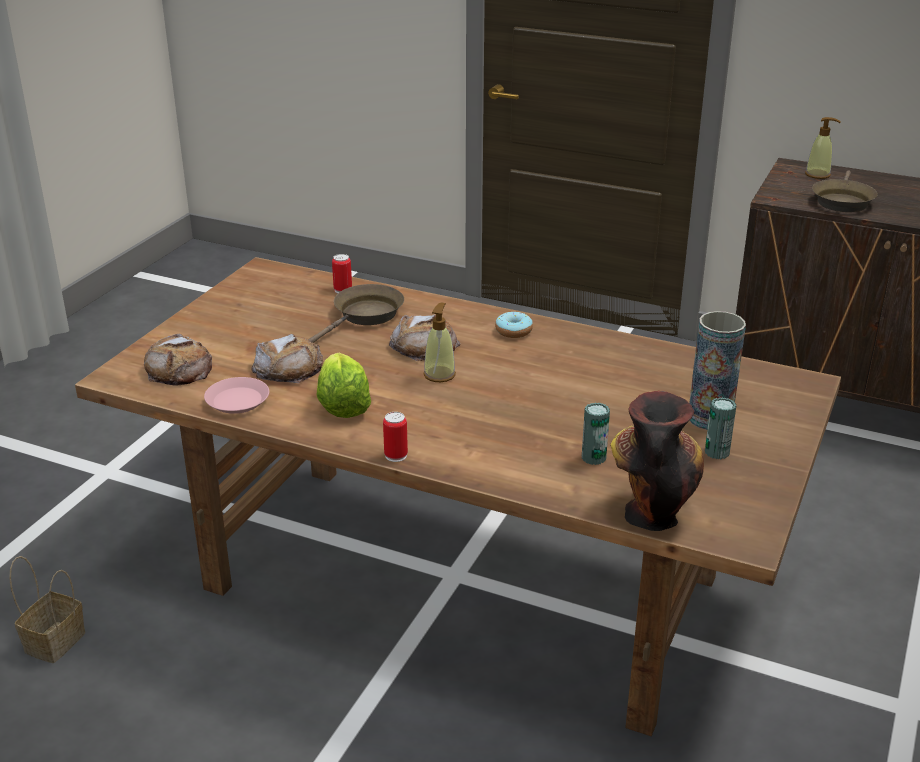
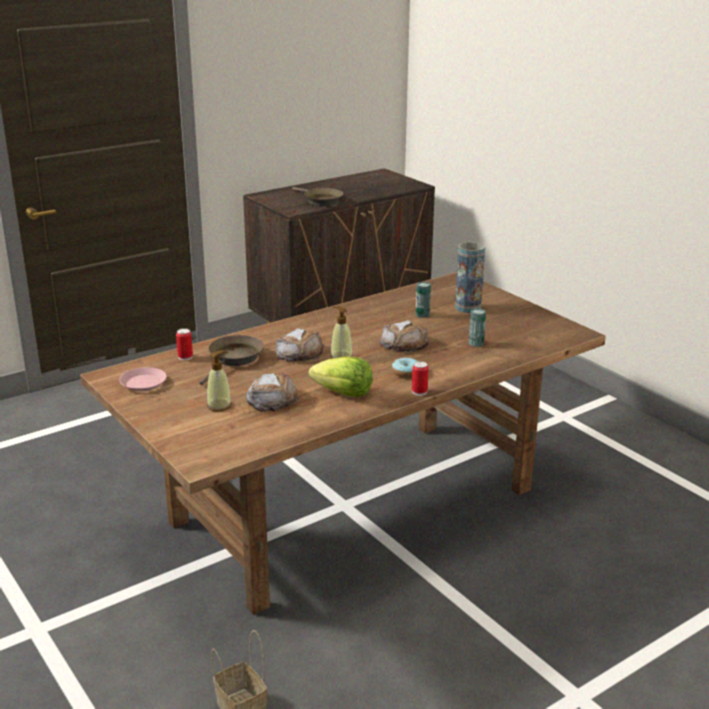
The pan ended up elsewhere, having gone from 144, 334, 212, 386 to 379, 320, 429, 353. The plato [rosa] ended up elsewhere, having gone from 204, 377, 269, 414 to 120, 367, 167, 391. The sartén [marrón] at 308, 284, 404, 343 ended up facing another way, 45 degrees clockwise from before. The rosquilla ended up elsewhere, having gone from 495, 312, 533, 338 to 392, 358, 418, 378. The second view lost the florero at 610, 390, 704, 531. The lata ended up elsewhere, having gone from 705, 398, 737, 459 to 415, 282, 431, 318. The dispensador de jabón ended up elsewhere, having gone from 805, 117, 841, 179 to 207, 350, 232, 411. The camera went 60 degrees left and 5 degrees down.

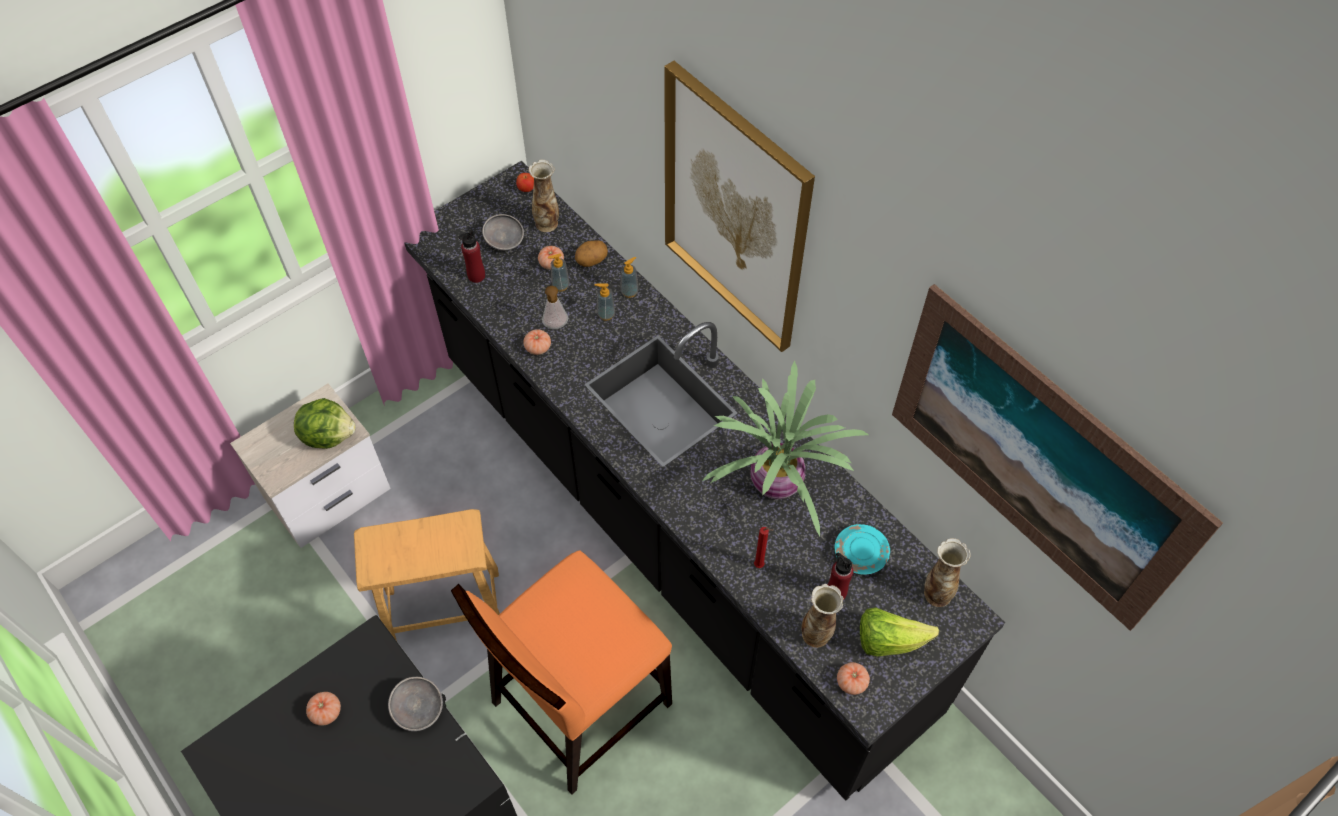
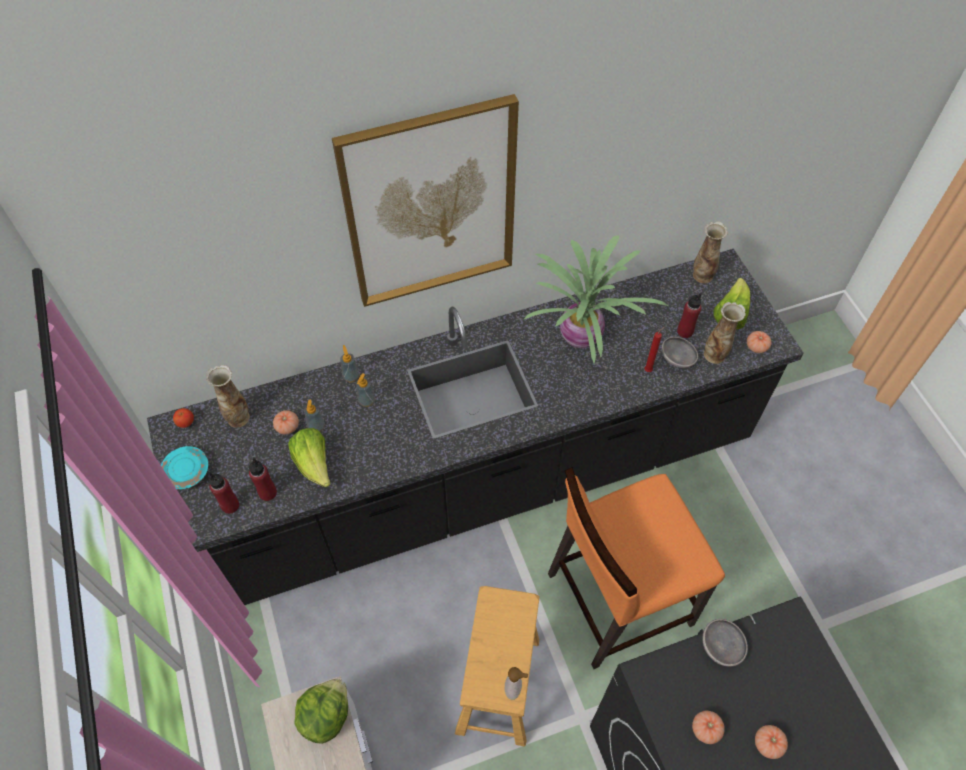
The silla [naranja] at 451, 550, 672, 795 ended up facing another way, 90 degrees clockwise from before. The cuenco [gris] ended up elsewhere, having gone from 482, 214, 524, 251 to 661, 337, 698, 368. The tomate ended up elsewhere, having gone from 523, 329, 551, 355 to 755, 725, 788, 759. The dispensador de jabón ended up elsewhere, having gone from 542, 286, 568, 329 to 505, 667, 528, 700. The second view lost the patata at 575, 240, 608, 267. The plato [turquesa] ended up elsewhere, having gone from 834, 524, 890, 575 to 161, 446, 208, 490. The second view lost the cuadro at 892, 284, 1223, 631. The second view gained the botella [rojo] at 209, 472, 239, 514. The second view gained the lechuga at 288, 428, 330, 487. The camera went 70 degrees left and 0 degrees up.

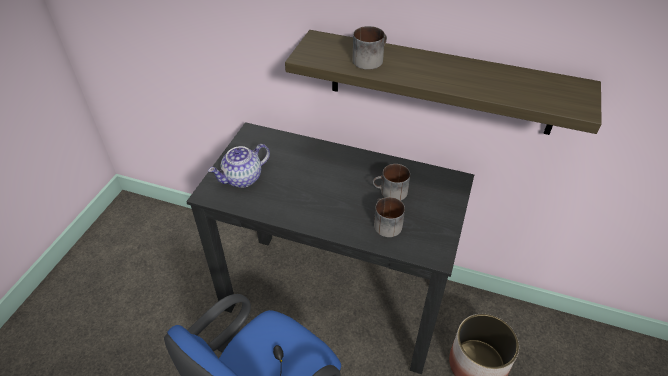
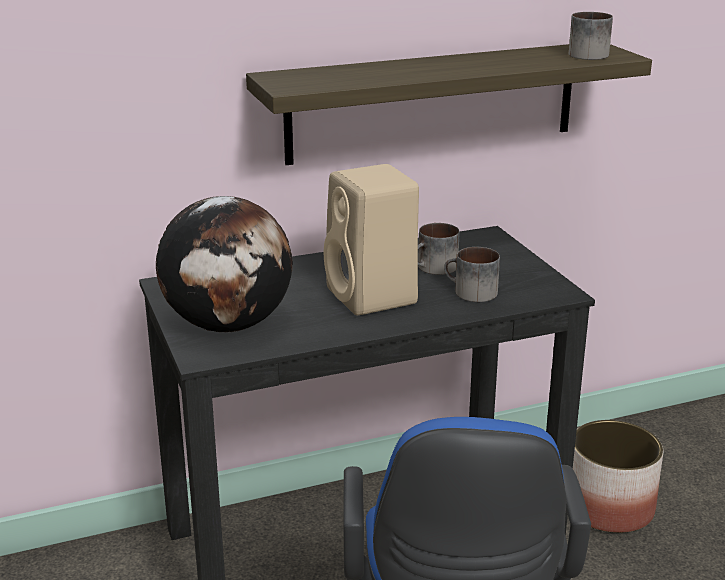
Where the tetera stood at 208, 144, 270, 188, the globo terráqueo came to stand at 156, 196, 293, 332. The taza grande ended up elsewhere, having gone from 352, 26, 387, 70 to 569, 12, 613, 60. The second view gained the altavoz [beis] at 324, 164, 419, 315. The camera went 40 degrees left and 20 degrees down.

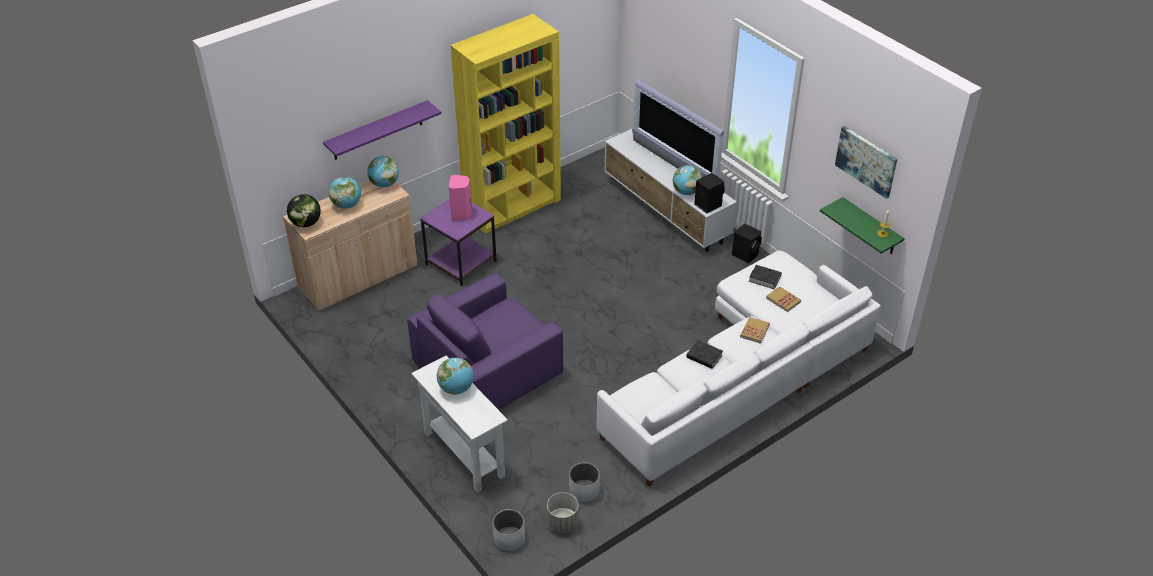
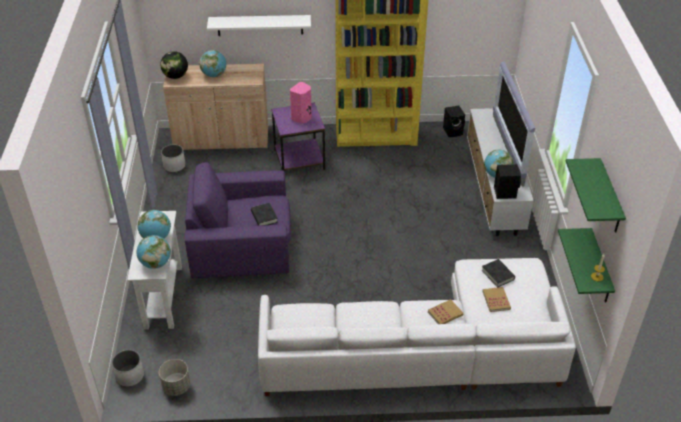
What was the estante [morado] at 323, 100, 442, 160 turned into the estante [blanco] at 207, 15, 311, 36. The globo terráqueo ended up elsewhere, having gone from 367, 156, 399, 187 to 136, 235, 171, 269. The maceta [blanco] ended up elsewhere, having gone from 569, 463, 600, 503 to 161, 144, 186, 172. The libro [negro] ended up elsewhere, having gone from 686, 340, 723, 369 to 251, 203, 278, 226. The altavoz [negro] ended up elsewhere, having gone from 732, 223, 762, 263 to 443, 105, 465, 137. Where the cuadro hung at 835, 126, 897, 199, the estante [verde] came to hang at 566, 158, 626, 233. The camera went 35 degrees right and 0 degrees up.

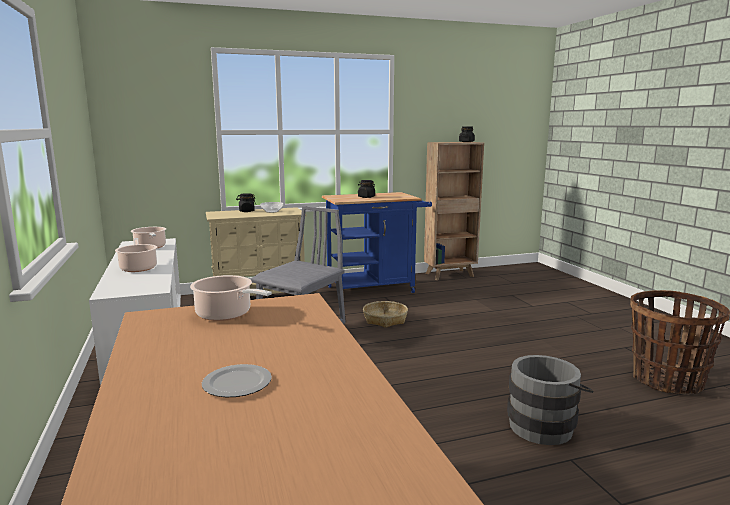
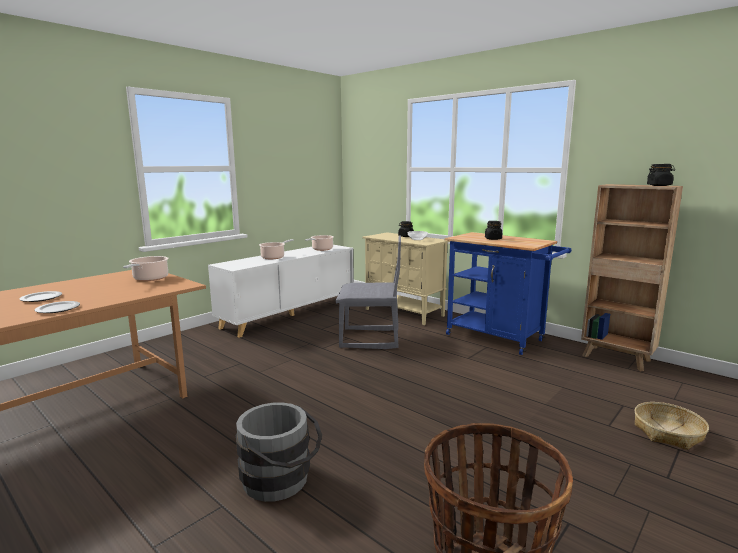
The cesta ended up elsewhere, having gone from 363, 301, 408, 328 to 634, 402, 709, 450. The second view gained the plato at 35, 301, 80, 313. The camera went 60 degrees right and 0 degrees up.

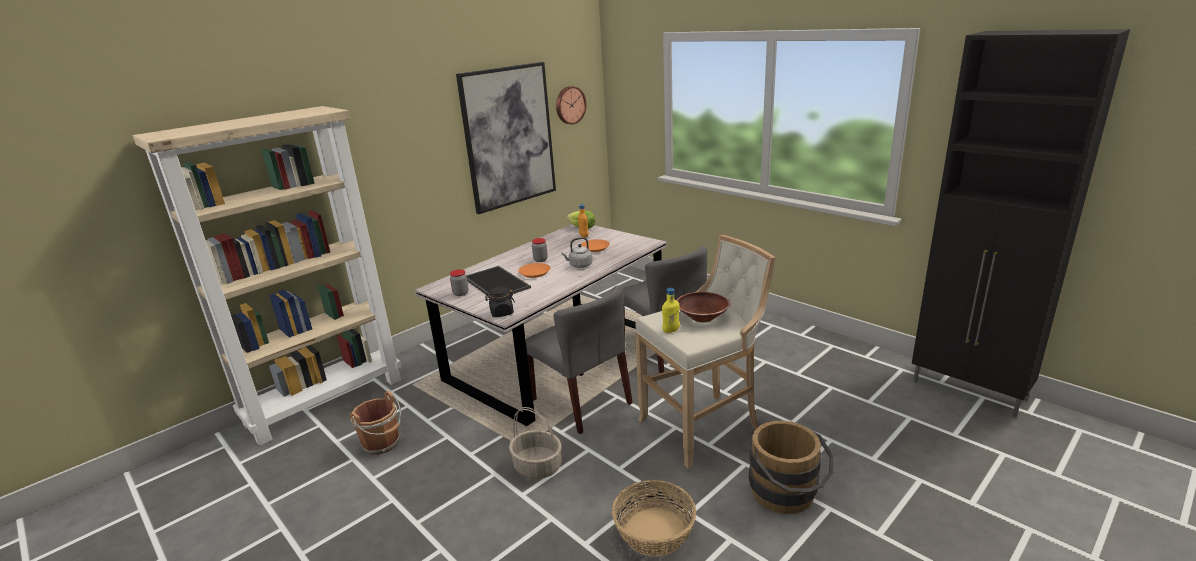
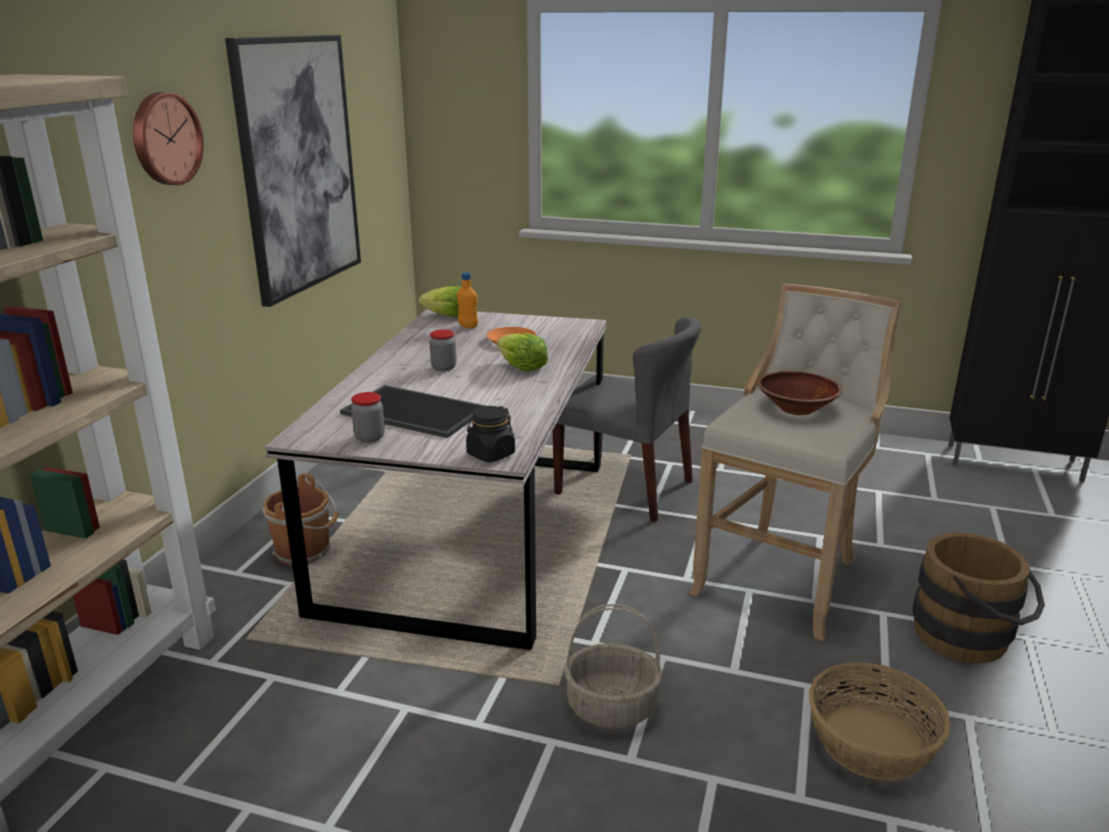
The cubo [marrón] ended up elsewhere, having gone from 350, 391, 401, 455 to 263, 473, 339, 565. The second view lost the plato [naranja] at 518, 263, 550, 278. The second view lost the silla [gris] at 526, 286, 633, 434. The reloj de pared ended up elsewhere, having gone from 556, 86, 586, 124 to 133, 92, 204, 185. Where the hervidor [gris] stood at 561, 237, 593, 268, the lechuga came to stand at 497, 333, 548, 372. The second view lost the botella [amarillo] at 662, 288, 680, 333. The camera went 30 degrees left and 0 degrees up.

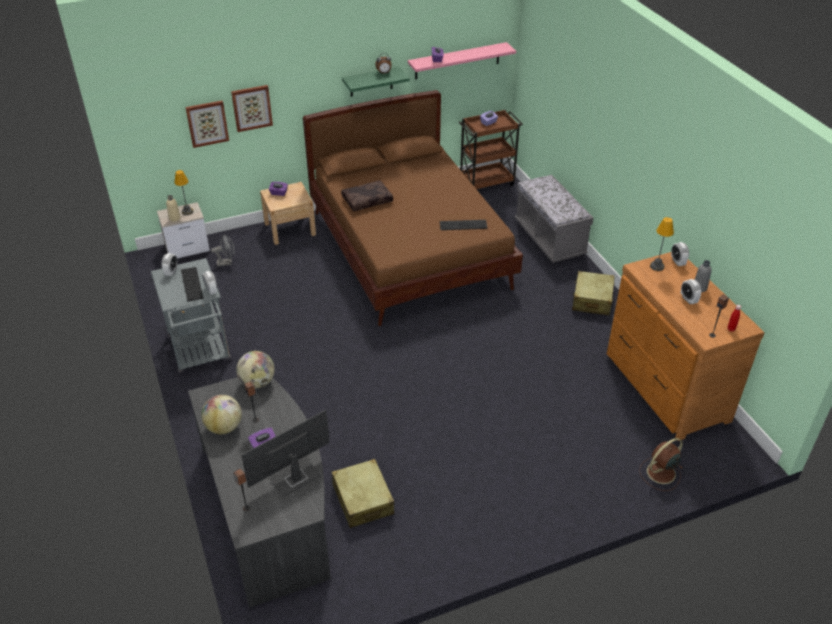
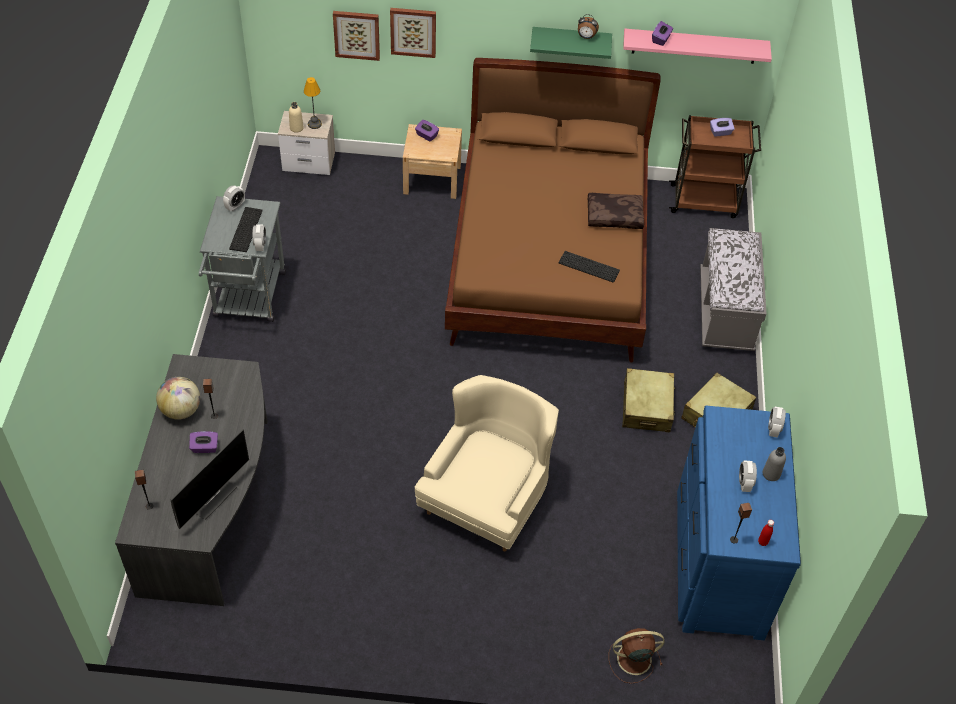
The second view lost the ventilador [gris] at 211, 235, 235, 266. The second view lost the globo terráqueo at 236, 351, 275, 388. The monitor at 242, 410, 329, 497 ended up facing another way, 135 degrees clockwise from before. The maleta [beis] ended up elsewhere, having gone from 332, 459, 394, 528 to 622, 368, 675, 432. The cojín [marrón] ended up elsewhere, having gone from 341, 180, 393, 211 to 588, 193, 644, 229. What was the cómoda [marrón] at 607, 252, 765, 441 turned into the cómoda [azul] at 677, 406, 801, 640. The second view lost the lámpara de mesa at 650, 217, 674, 271. The second view gained the sillón [beis] at 415, 375, 559, 552. The camera went 25 degrees right and 10 degrees up.

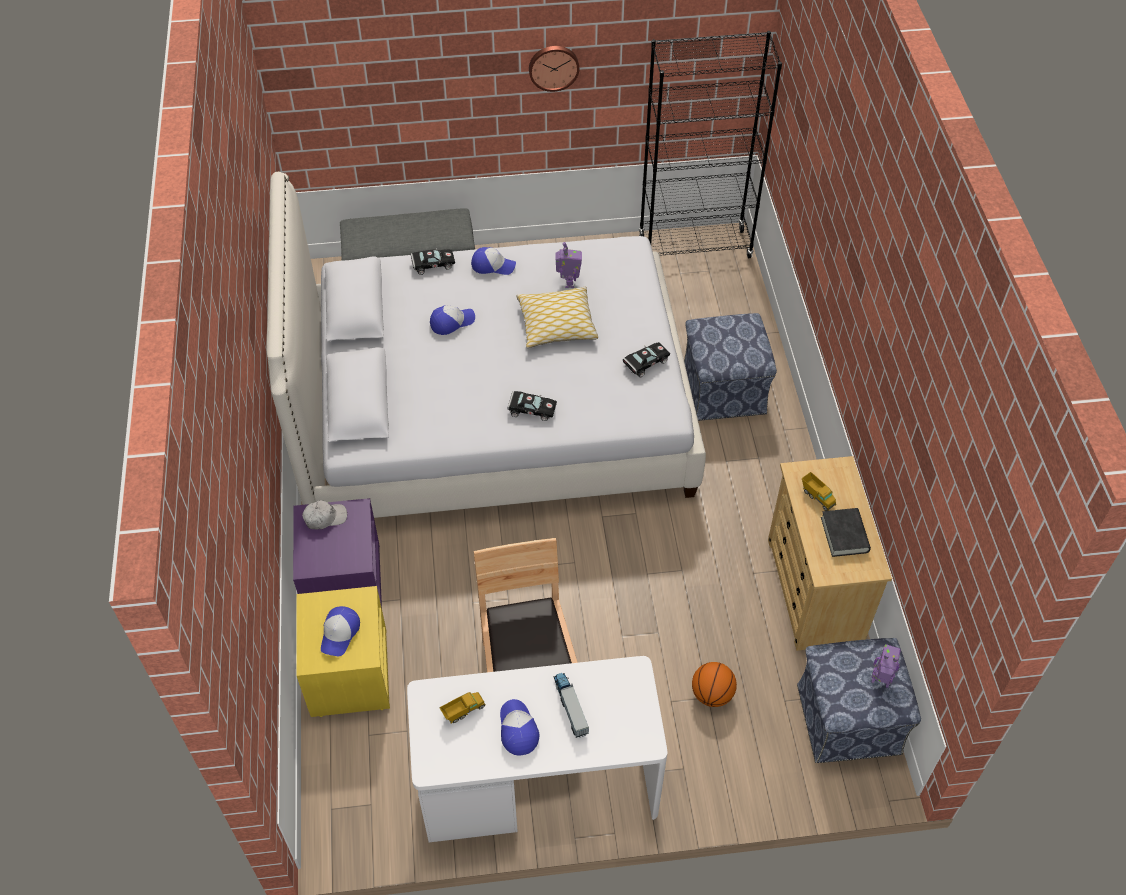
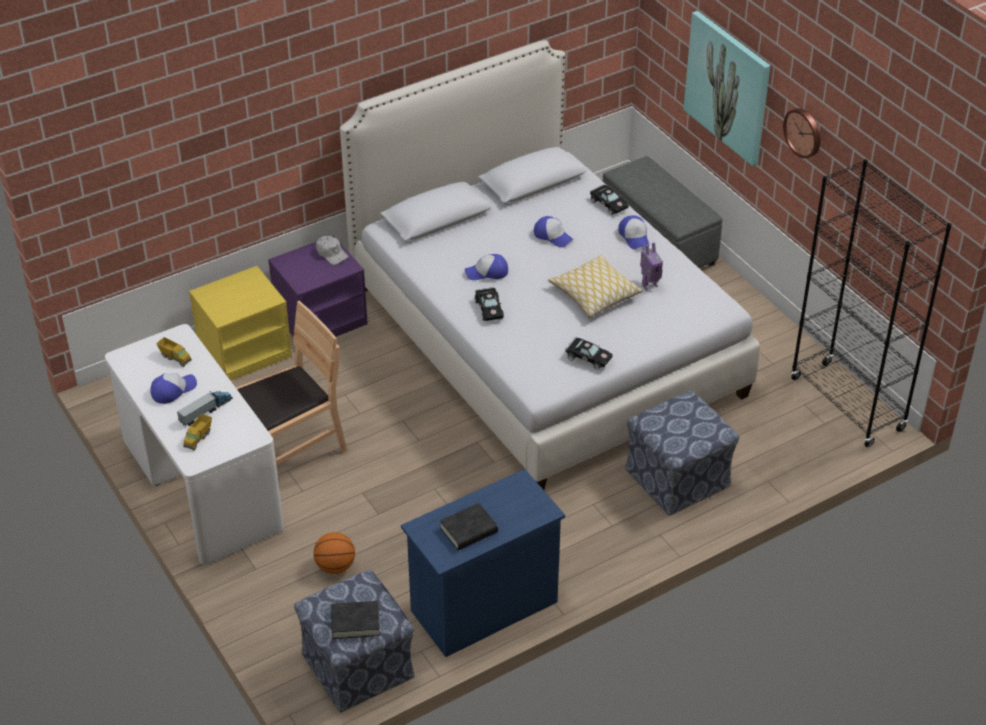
The gorra ended up elsewhere, having gone from 321, 606, 360, 656 to 465, 254, 508, 280. What was the cómoda [beis] at 768, 456, 892, 651 turned into the cómoda [azul] at 401, 469, 565, 657. The camión de juguete ended up elsewhere, having gone from 802, 472, 836, 511 to 183, 414, 212, 451. Where the robot de juguete stood at 871, 644, 901, 688, the libro [negro] came to stand at 331, 601, 380, 639. The second view gained the cuadro at 684, 11, 770, 166. The camera went 65 degrees right and 10 degrees down.

